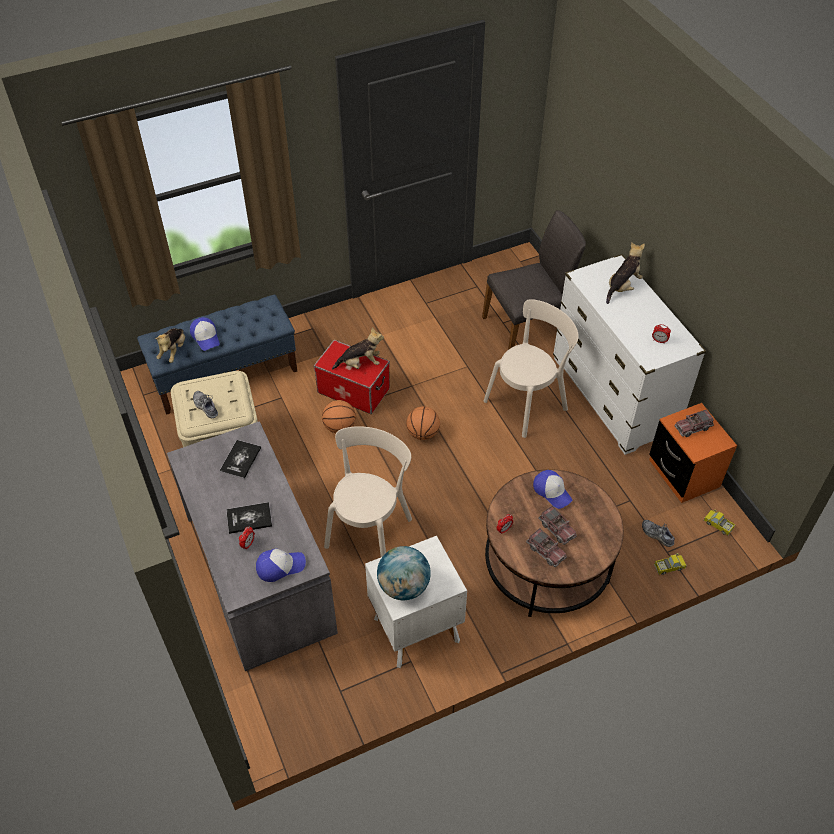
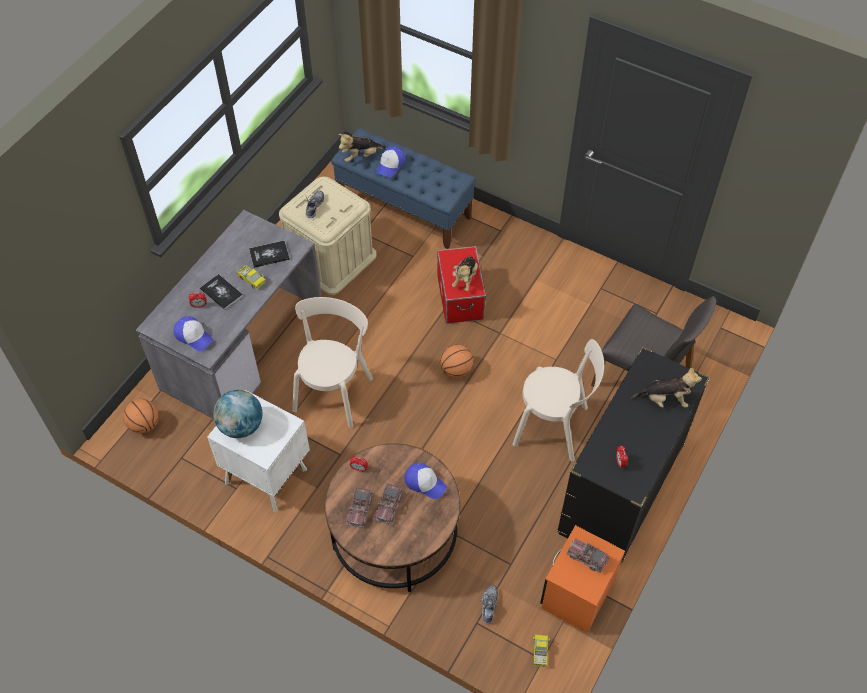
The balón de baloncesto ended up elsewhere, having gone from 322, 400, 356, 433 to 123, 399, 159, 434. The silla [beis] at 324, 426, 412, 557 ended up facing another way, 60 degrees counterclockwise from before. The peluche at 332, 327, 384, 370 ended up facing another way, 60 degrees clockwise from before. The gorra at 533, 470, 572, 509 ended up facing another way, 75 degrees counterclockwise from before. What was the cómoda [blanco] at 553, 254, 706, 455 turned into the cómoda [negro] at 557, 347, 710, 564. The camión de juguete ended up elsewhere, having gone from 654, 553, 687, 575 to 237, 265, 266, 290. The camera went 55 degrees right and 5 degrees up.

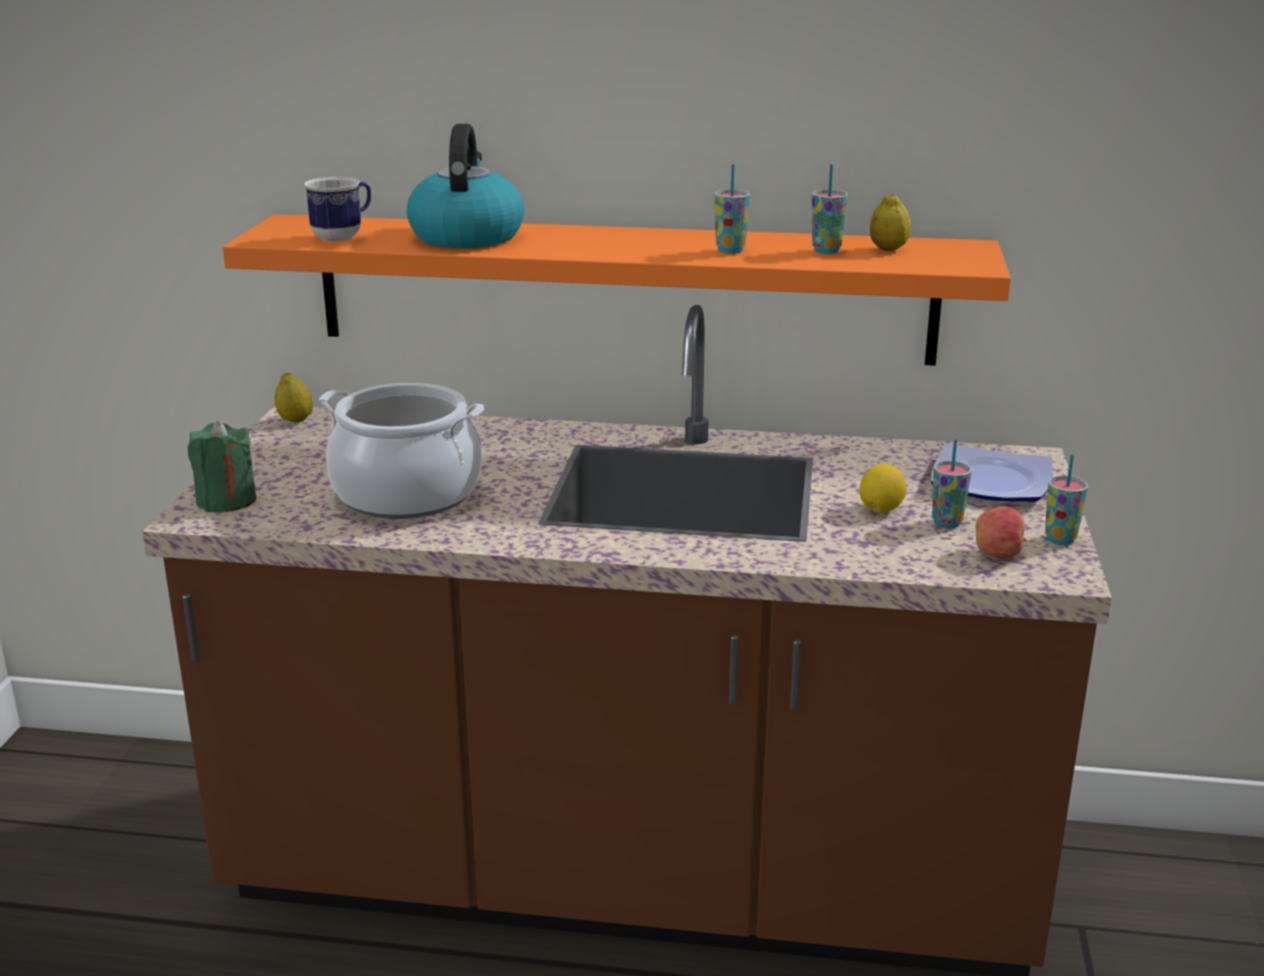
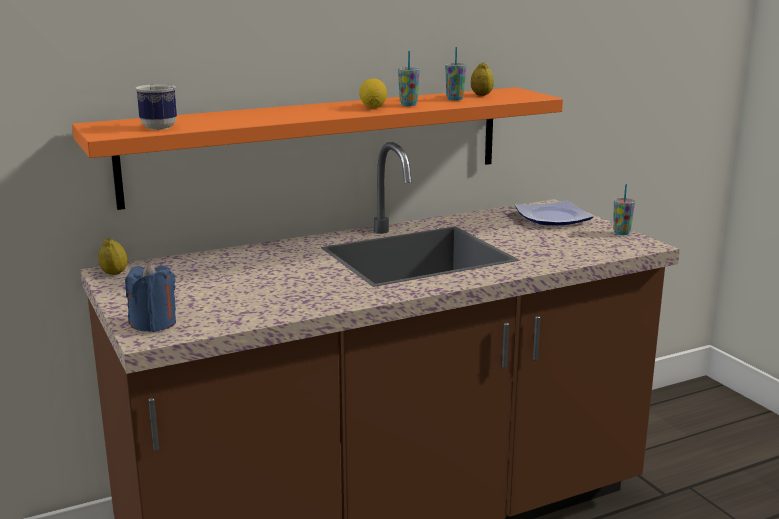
What was the vela [verde] at 188, 420, 256, 512 turned into the vela [azul] at 125, 261, 176, 332. The second view lost the olla at 319, 383, 484, 519. The second view lost the hervidor at 407, 124, 524, 249. The limón ended up elsewhere, having gone from 860, 464, 907, 513 to 359, 79, 387, 108. The second view lost the taza at 932, 439, 972, 528. The second view lost the manzana at 975, 507, 1027, 558. The camera went 35 degrees left and 5 degrees down.

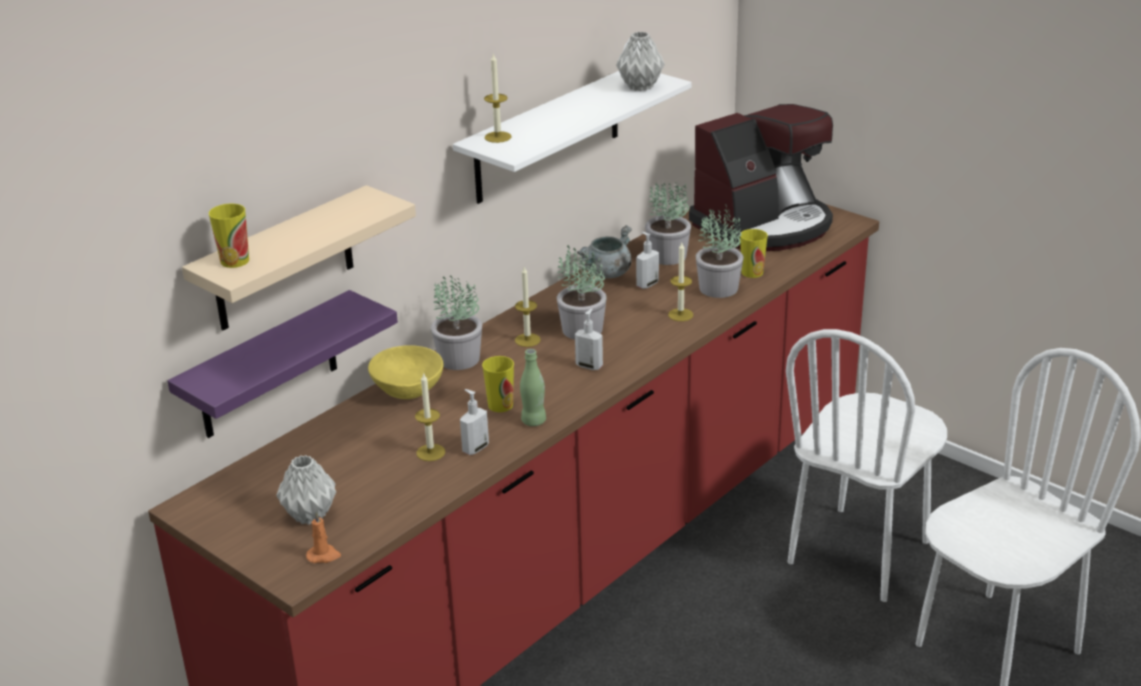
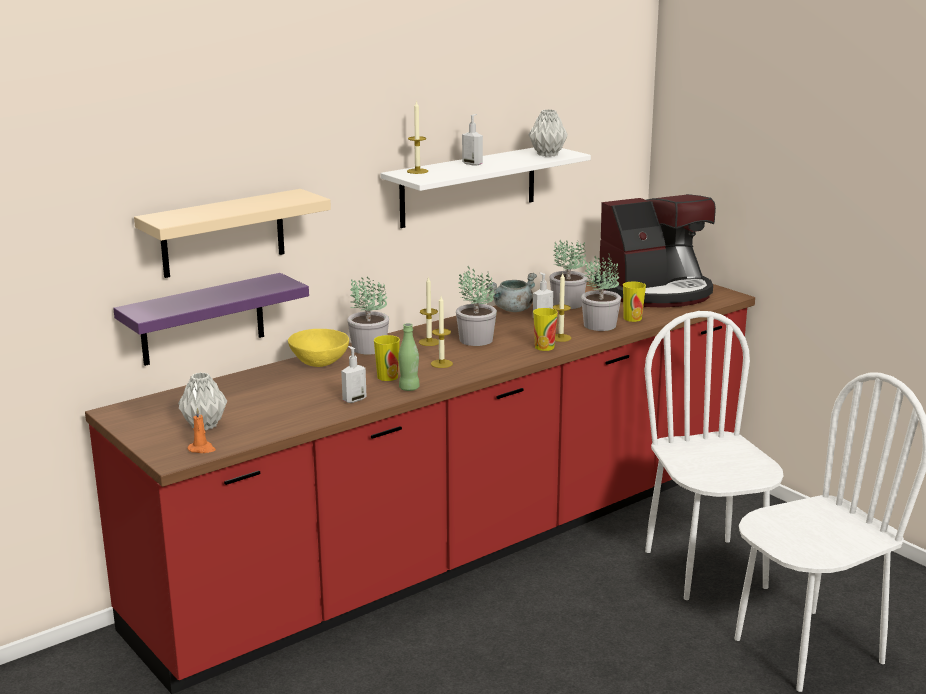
The taza ended up elsewhere, having gone from 209, 204, 249, 268 to 533, 308, 558, 351. The vela ended up elsewhere, having gone from 415, 372, 445, 461 to 431, 296, 453, 368. The dispensador de jabón ended up elsewhere, having gone from 575, 309, 603, 370 to 462, 114, 483, 166. The silla [blanco] at 786, 329, 947, 602 ended up facing another way, 120 degrees clockwise from before. The camera went 10 degrees right and 10 degrees down.

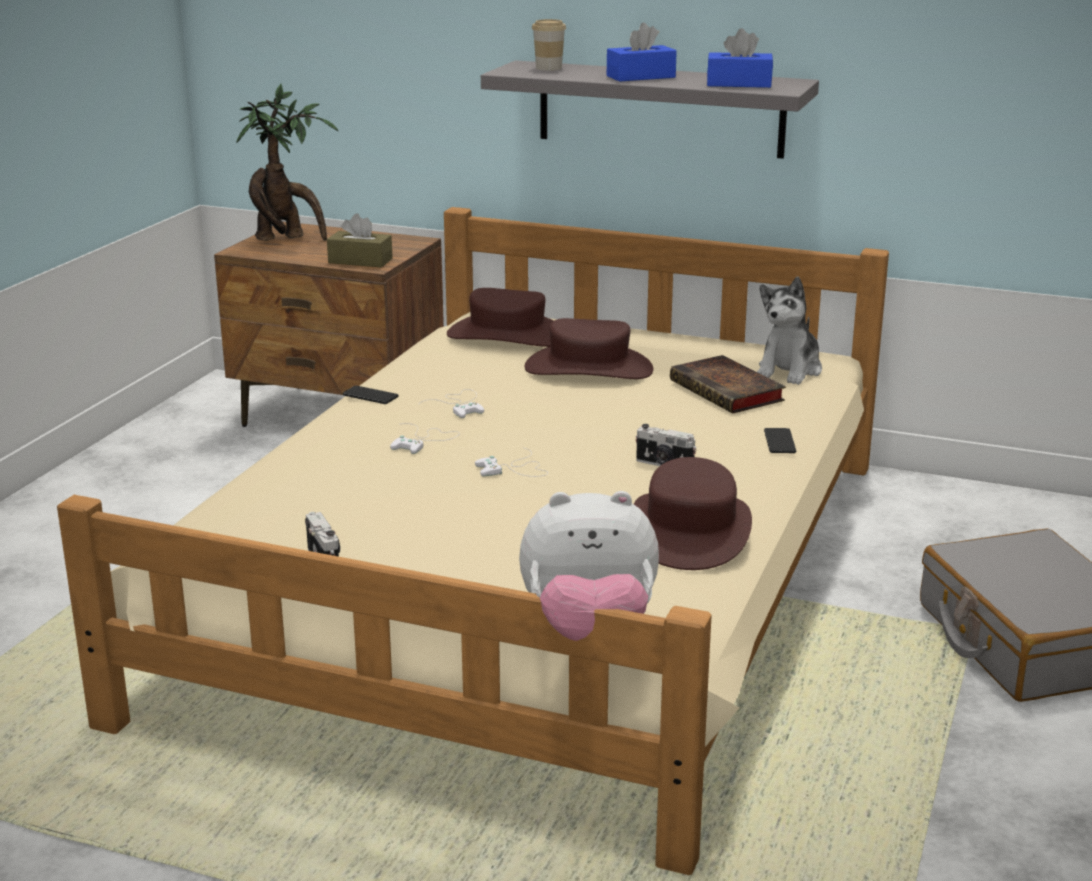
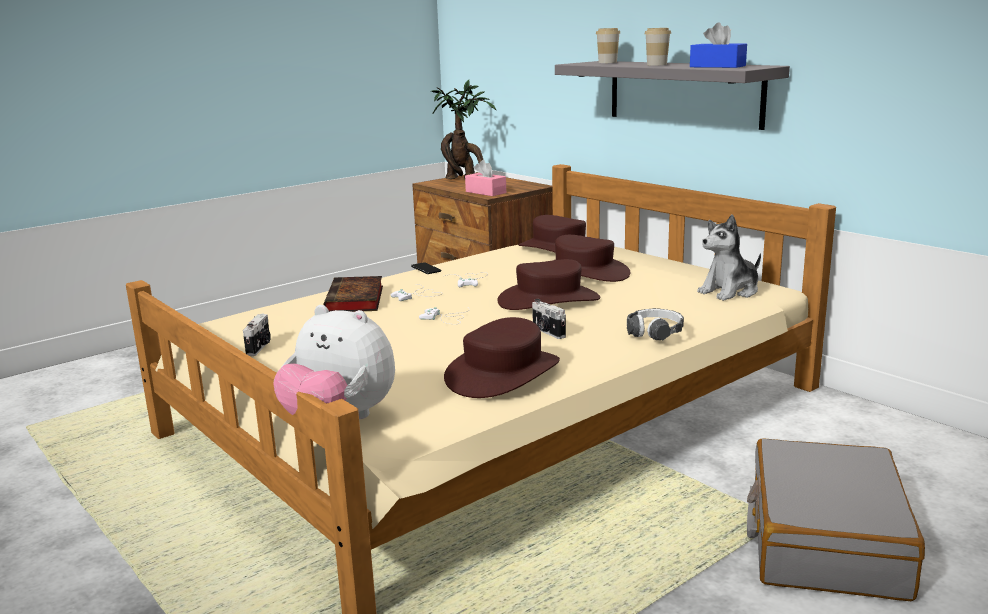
What was the caja de pañuelos [marrón] at 327, 213, 393, 268 turned into the caja de pañuelos [rosa] at 465, 160, 506, 196. Where the caja de pañuelos [azul] stood at 607, 22, 677, 82, the taza came to stand at 645, 28, 671, 65. The libro ended up elsewhere, having gone from 670, 355, 786, 413 to 323, 276, 383, 312. Where the móvil stood at 764, 428, 796, 453, the auriculares came to stand at 627, 308, 684, 341. The second view gained the sombrero [marrón] at 497, 259, 600, 310. The camera went 30 degrees right and 5 degrees down.

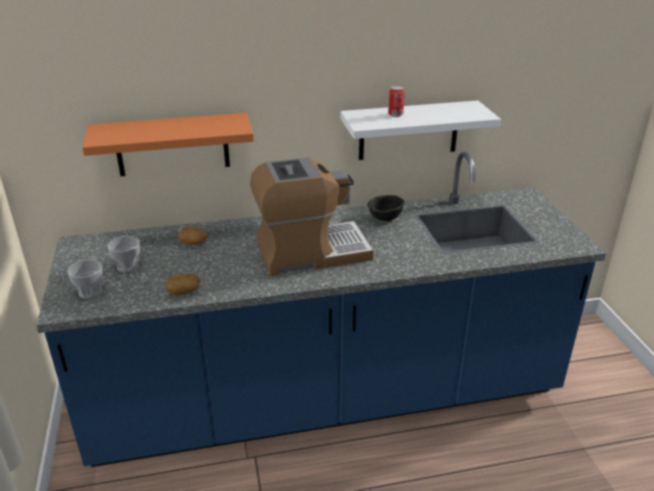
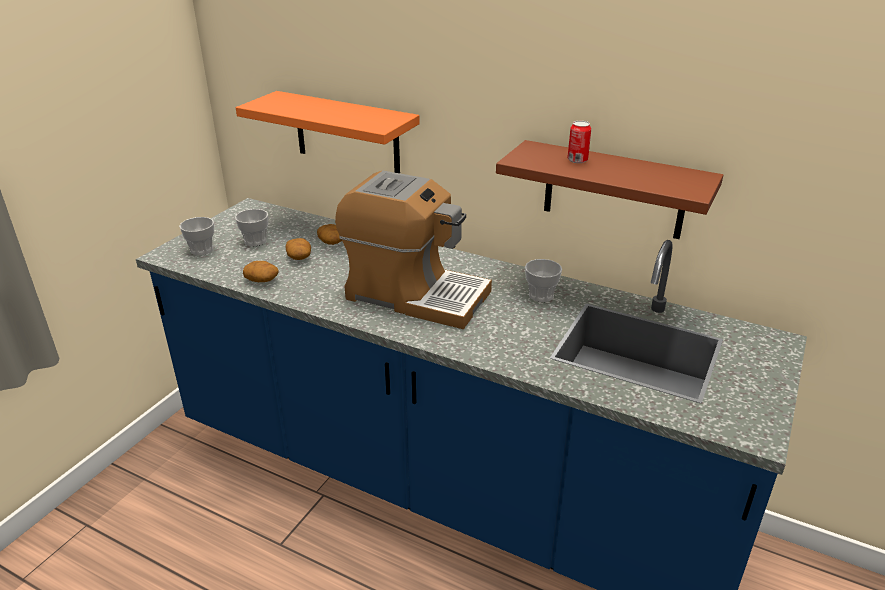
What was the estante [blanco] at 340, 100, 501, 160 turned into the estante [marrón] at 496, 140, 723, 239. Where the cuenco [negro] stood at 367, 195, 404, 223, the taza came to stand at 525, 259, 562, 302. The second view gained the patata at 285, 238, 311, 260. The camera went 40 degrees right and 0 degrees up.

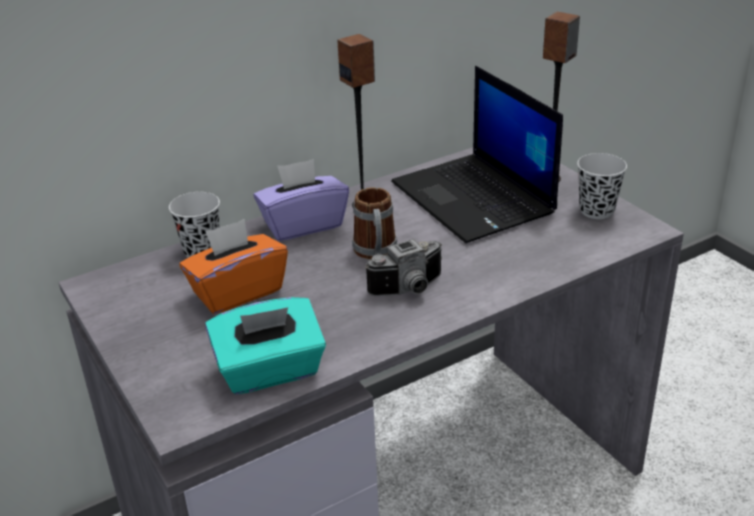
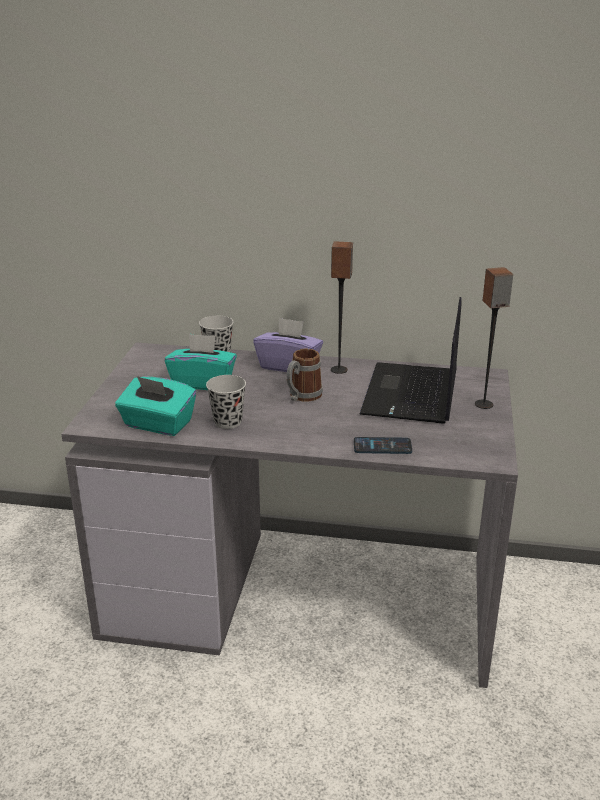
What was the caja de pañuelos [naranja] at 179, 219, 288, 314 turned into the caja de pañuelos [turquesa] at 165, 334, 237, 390. The second view lost the cámara at 365, 239, 442, 296. The taza [negro] ended up elsewhere, having gone from 577, 153, 627, 219 to 206, 375, 246, 429. The second view gained the móvil at 354, 437, 412, 454. The camera went 40 degrees right and 5 degrees down.

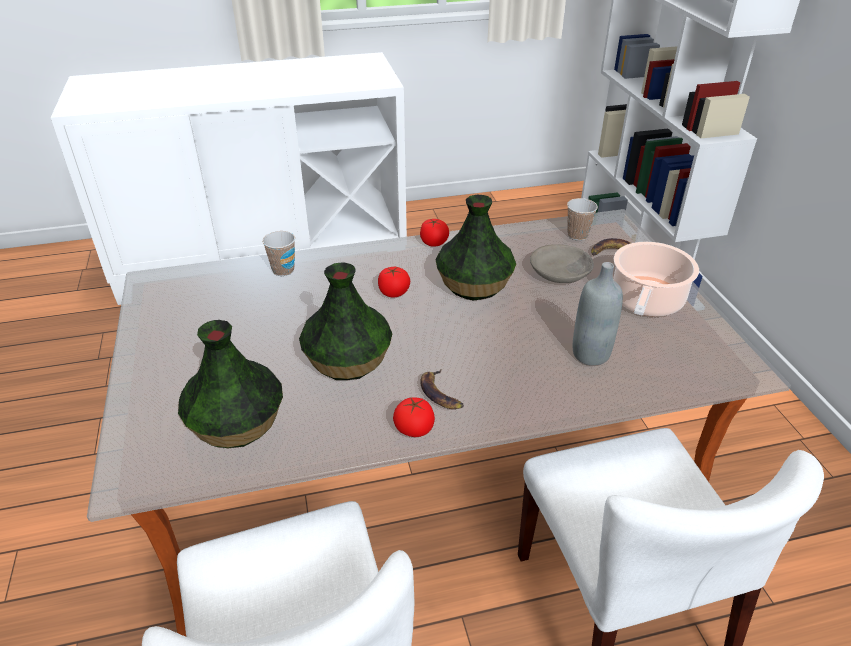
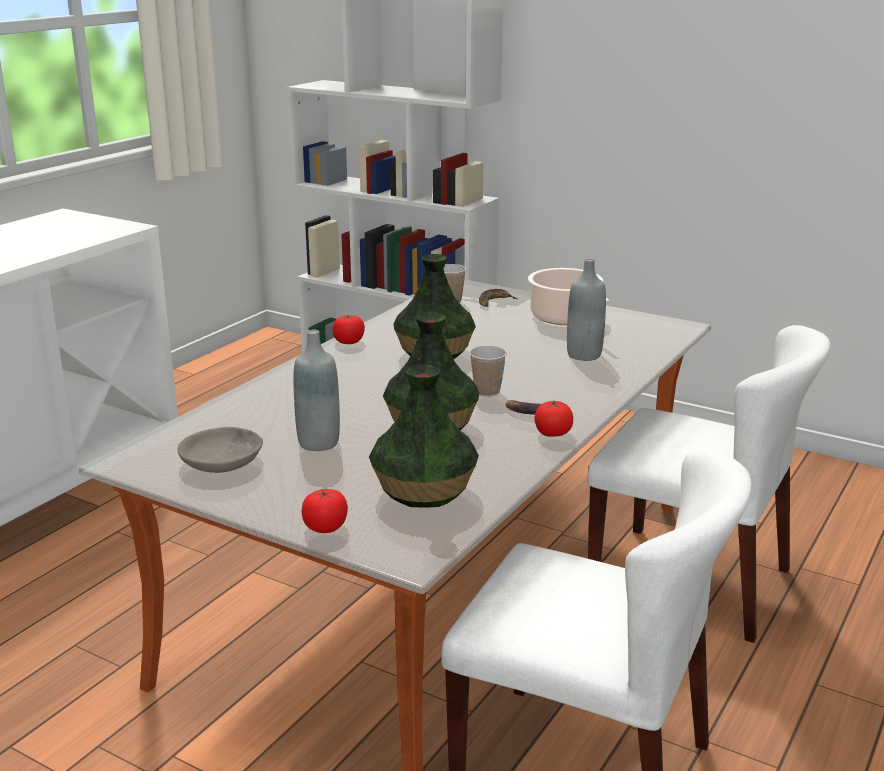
The taza ended up elsewhere, having gone from 262, 231, 295, 276 to 469, 346, 507, 397. The tomate ended up elsewhere, having gone from 378, 267, 410, 298 to 302, 489, 348, 533. The cuenco [gris] ended up elsewhere, having gone from 530, 244, 594, 283 to 177, 427, 263, 473. The second view gained the botella [gris] at 293, 330, 340, 451. The camera went 45 degrees left and 15 degrees down.

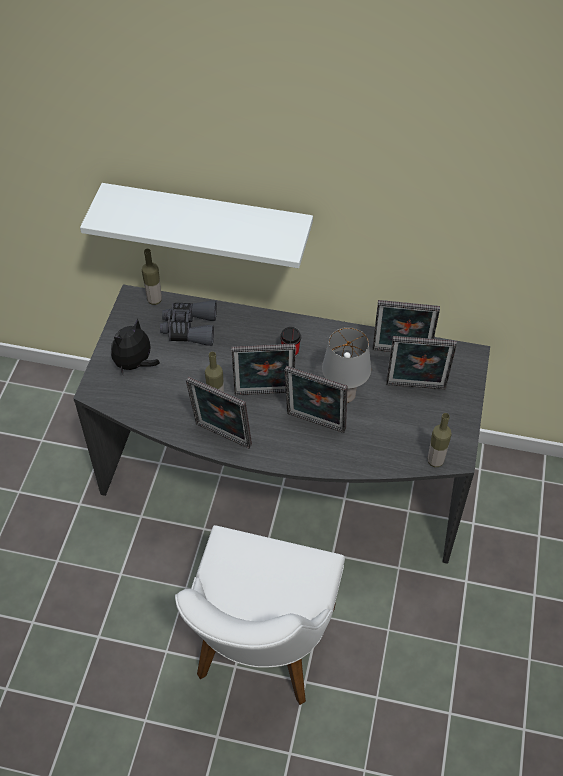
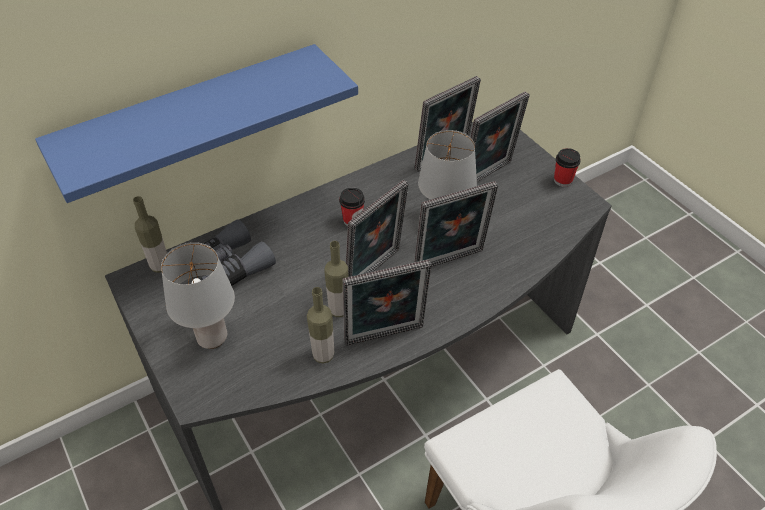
What was the estante [blanco] at 80, 183, 313, 268 turned into the estante [azul] at 35, 44, 358, 203. Where the peluche stood at 111, 318, 160, 374, the lámpara de mesa [gris] came to stand at 161, 242, 235, 349. The botella ended up elsewhere, having gone from 428, 413, 452, 467 to 307, 287, 334, 364. The second view gained the taza at 554, 148, 581, 187. The camera went 45 degrees left and 5 degrees down.

